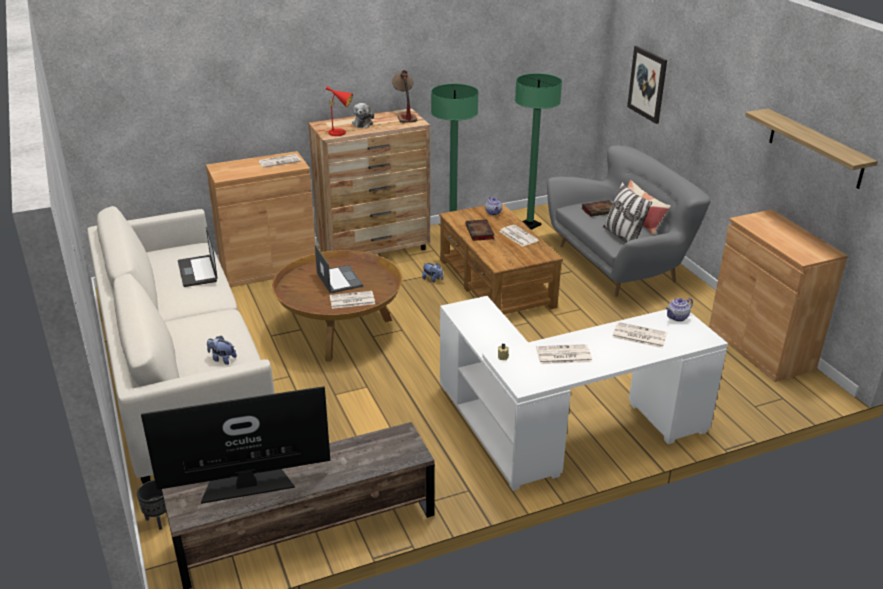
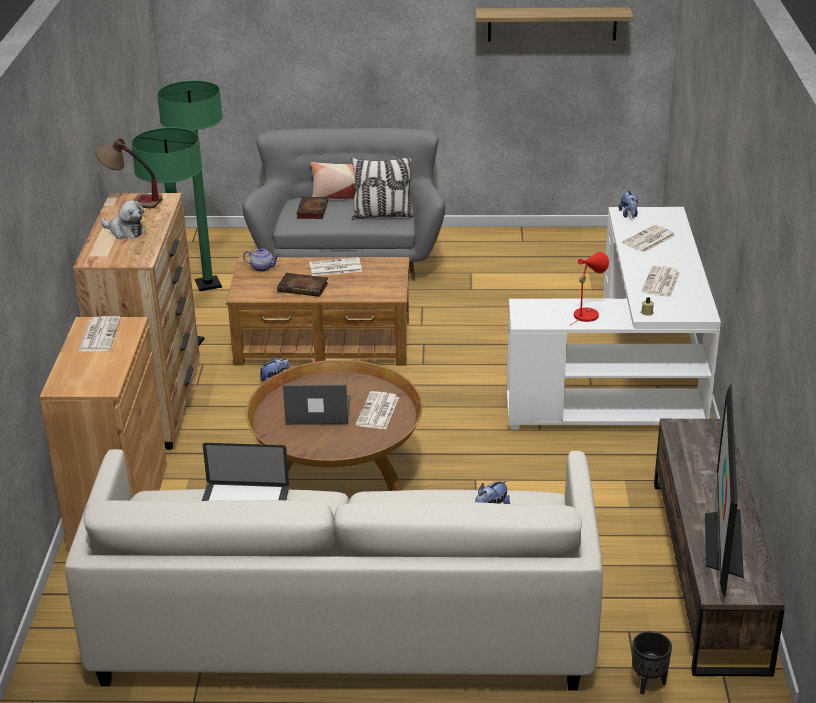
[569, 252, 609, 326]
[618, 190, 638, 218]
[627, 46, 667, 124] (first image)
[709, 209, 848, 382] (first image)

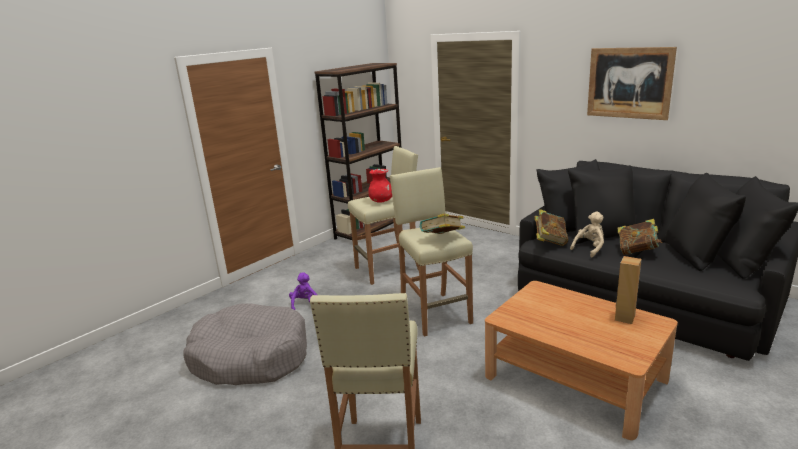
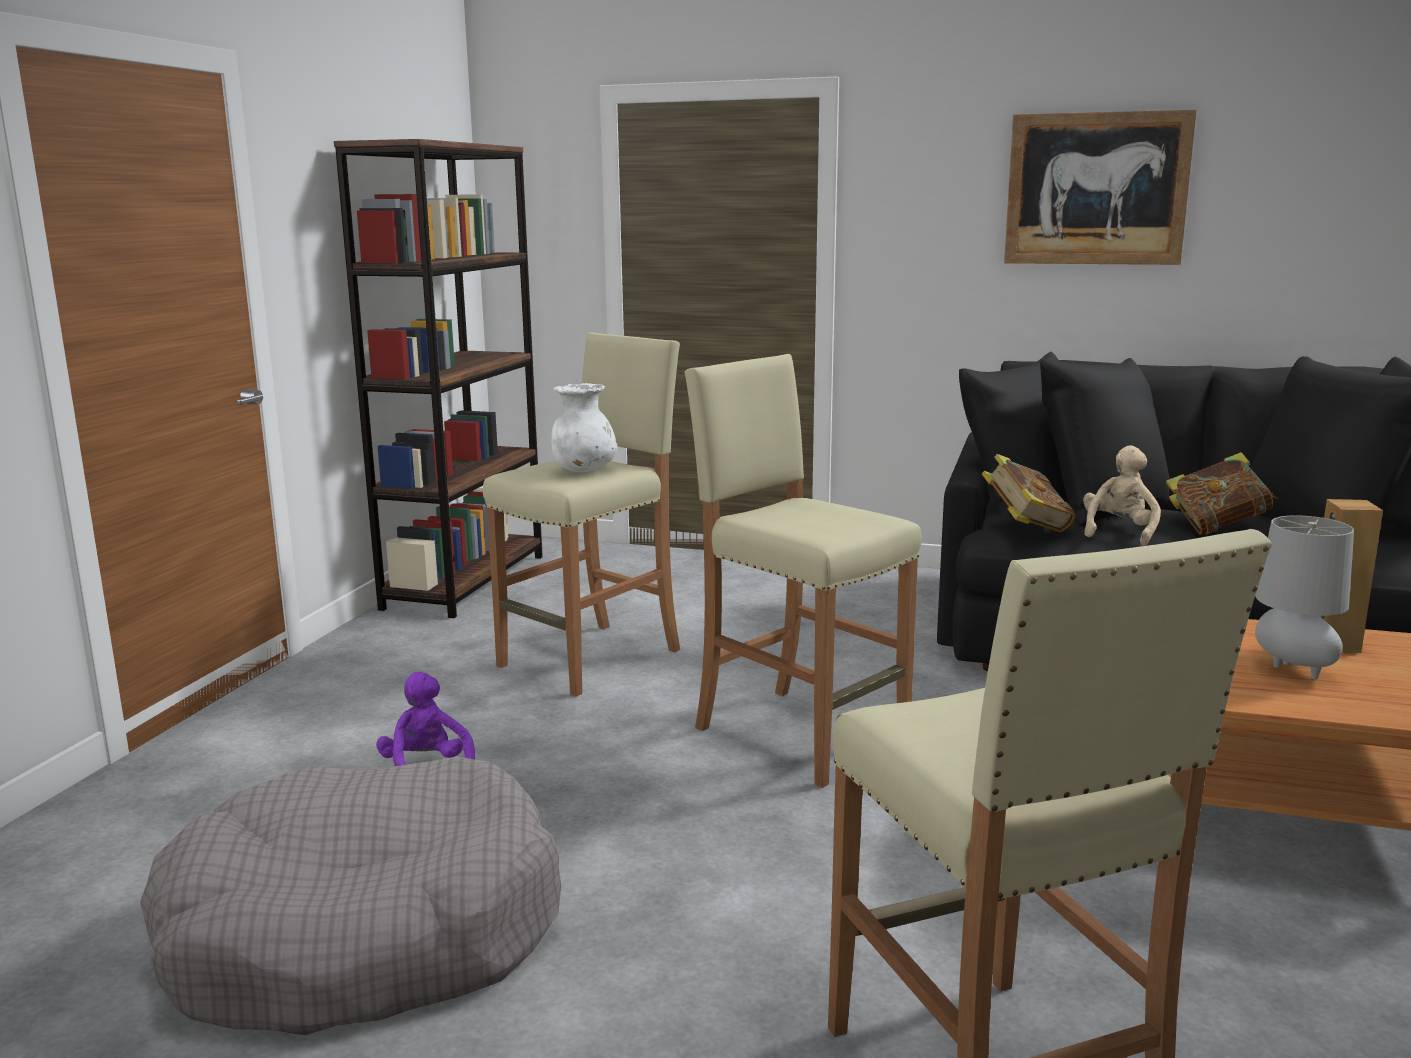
[551, 383, 618, 472]
[1255, 515, 1354, 679]
[420, 213, 465, 234] (first image)

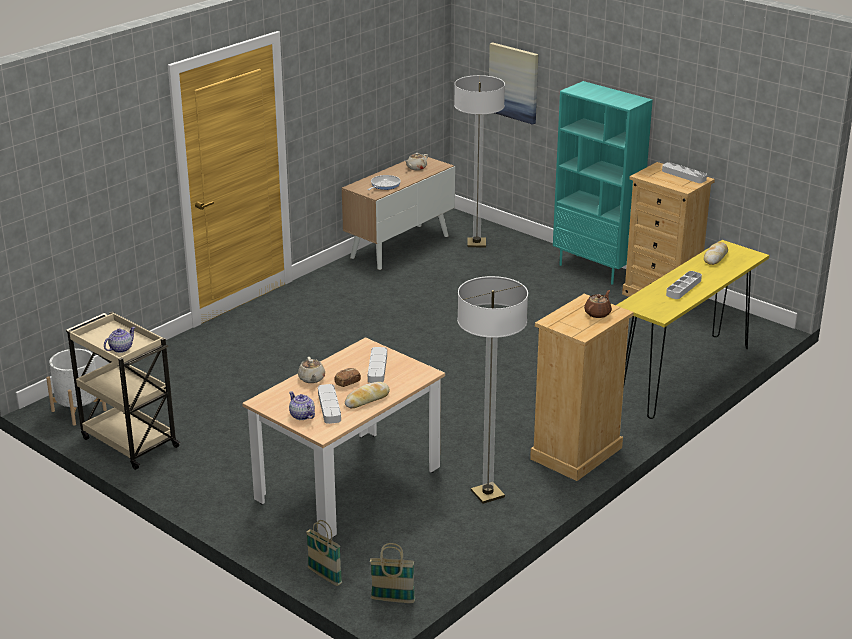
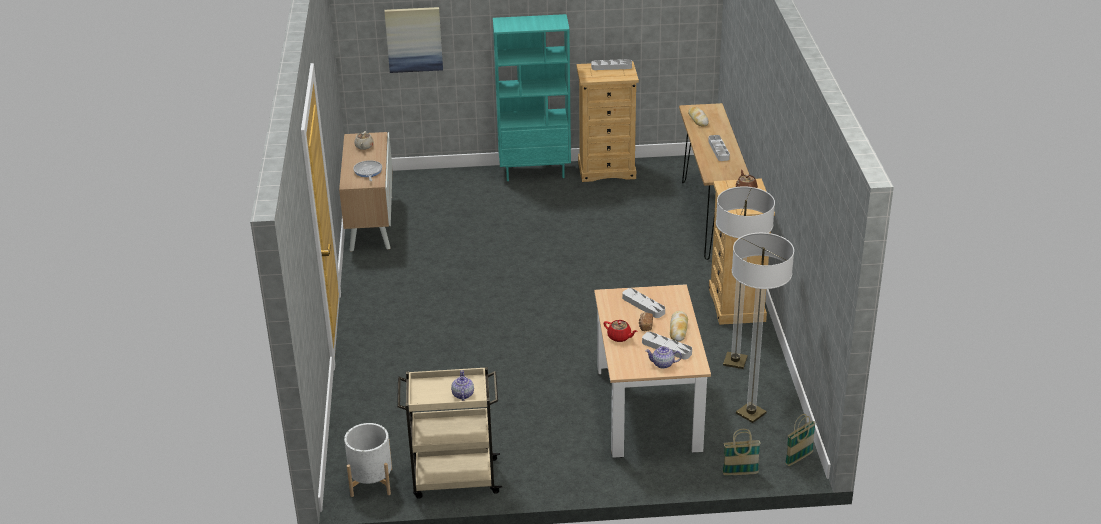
[603, 320, 638, 342]
[679, 103, 749, 260]
[732, 233, 794, 423]

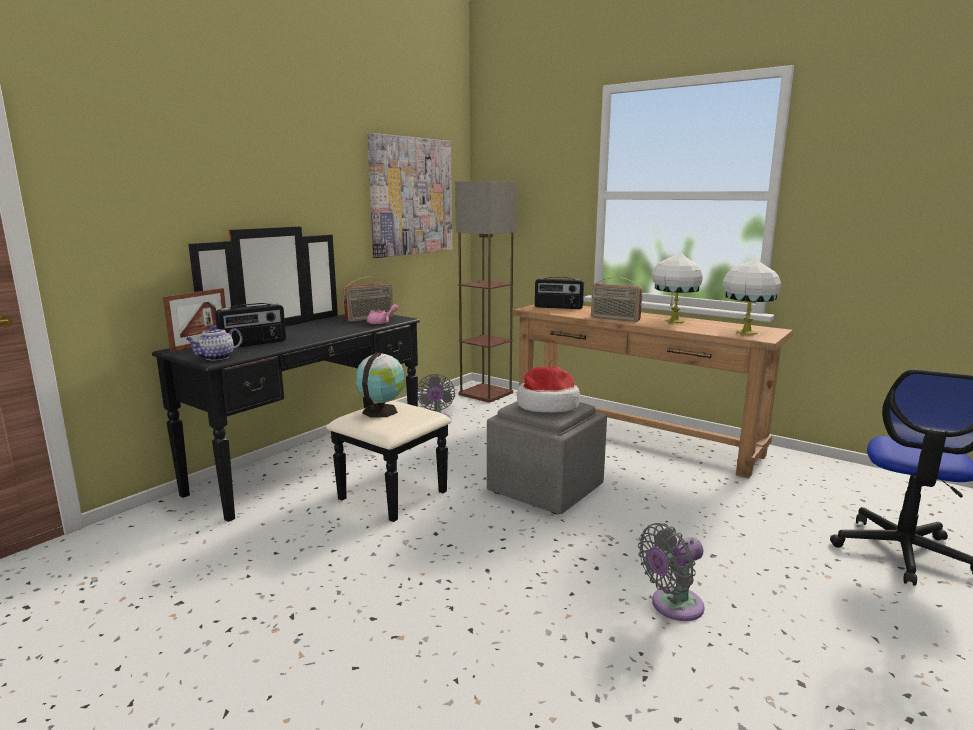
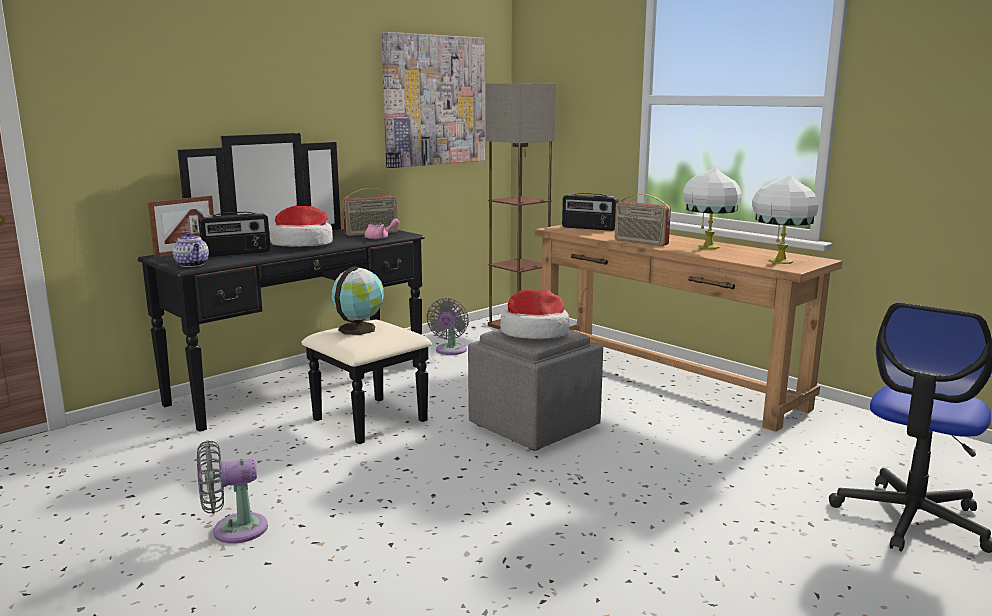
[172, 232, 209, 267]
[197, 440, 268, 544]
[269, 206, 333, 247]

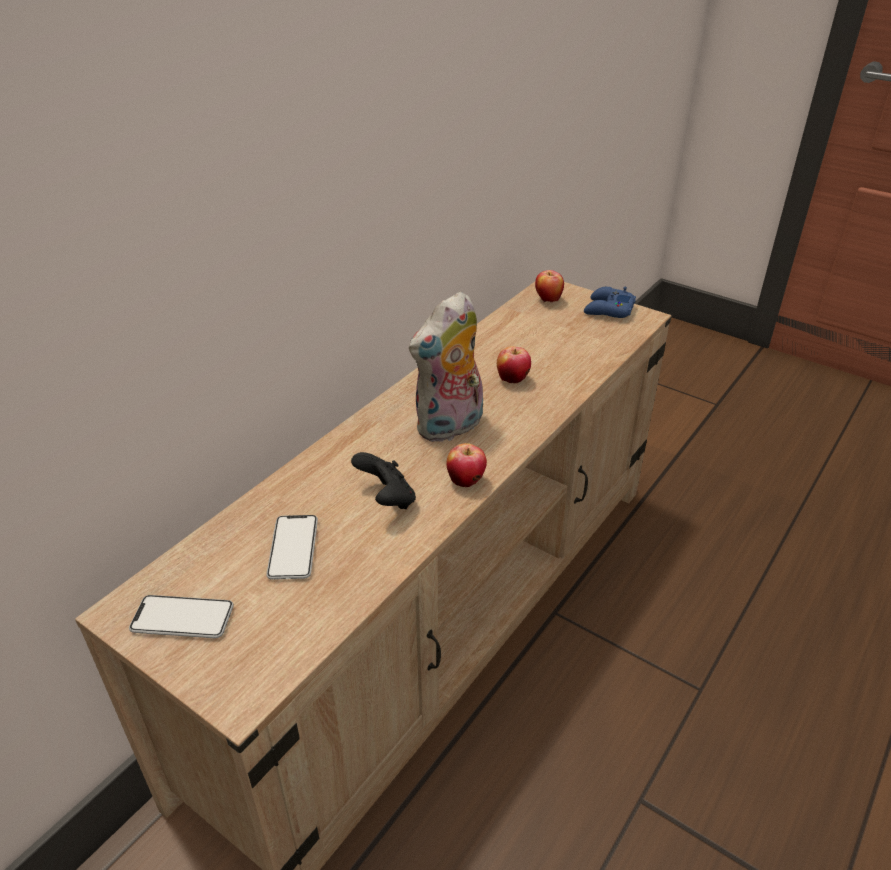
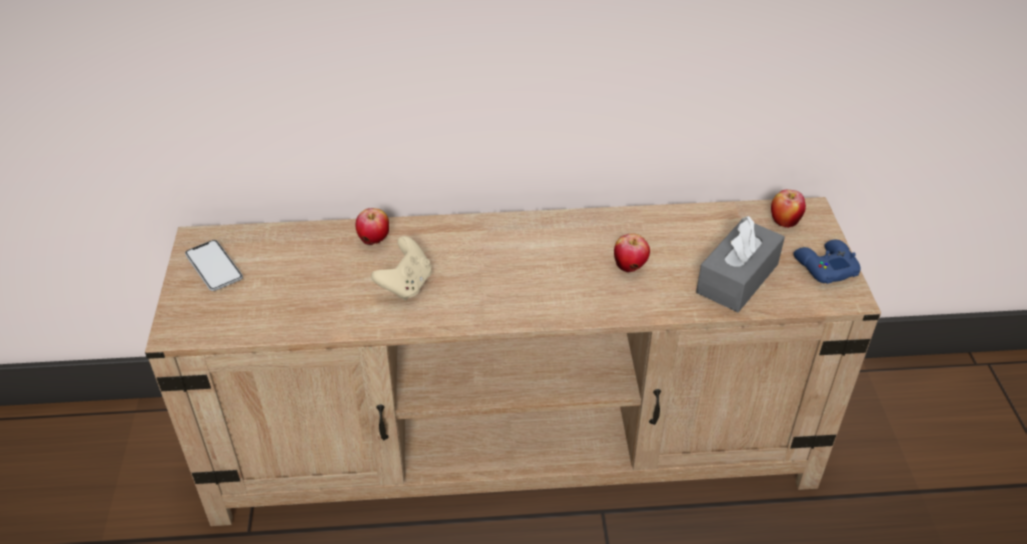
[356, 208, 389, 245]
[371, 236, 432, 301]
[696, 216, 785, 312]
[266, 515, 318, 580] (first image)
[409, 291, 483, 443] (first image)

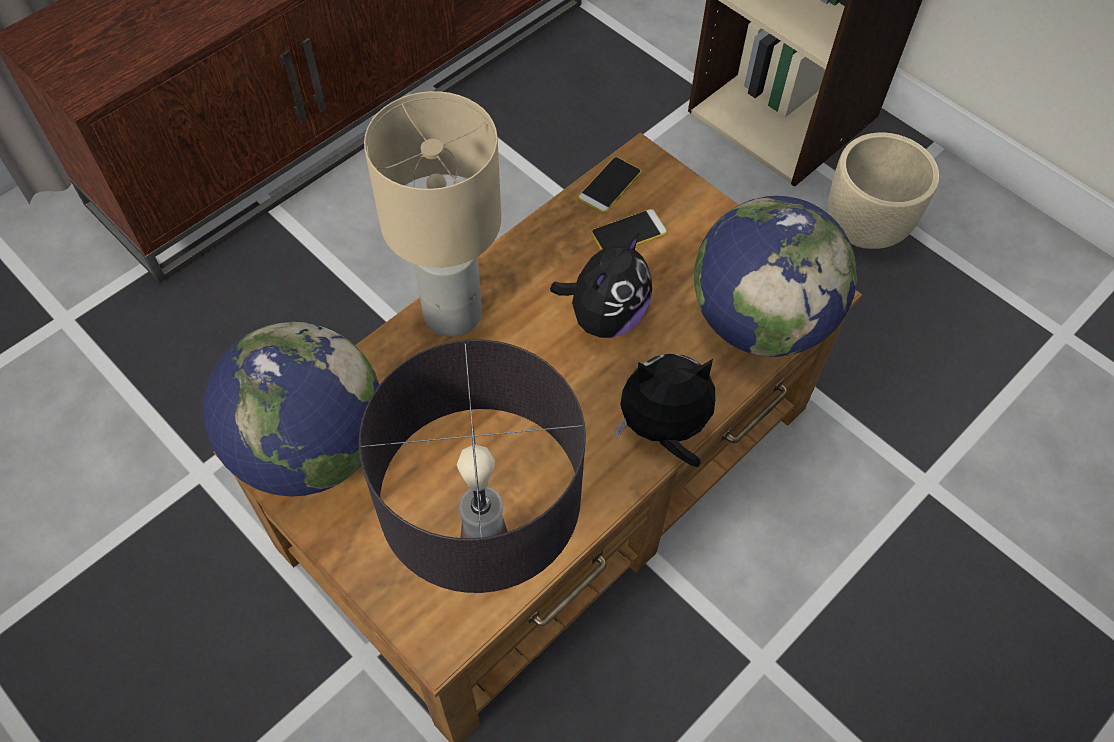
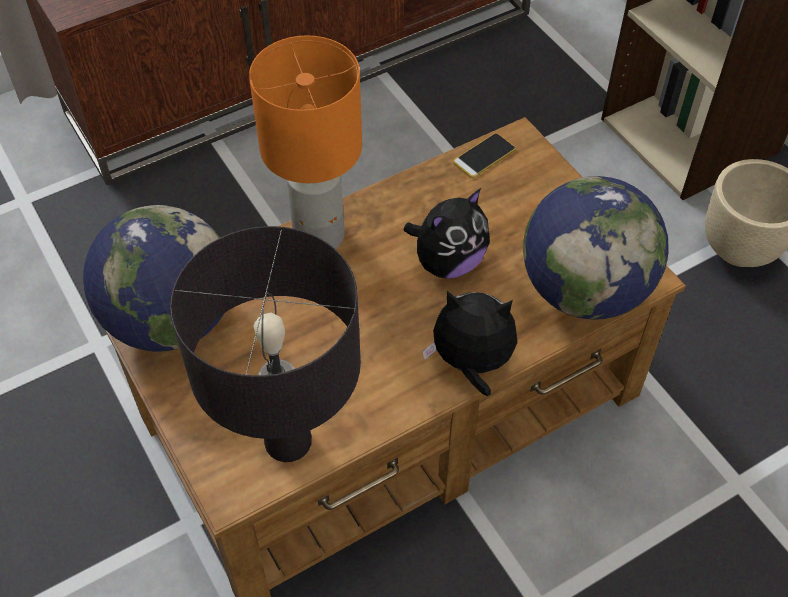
[249, 35, 362, 249]
[591, 209, 668, 250] (first image)

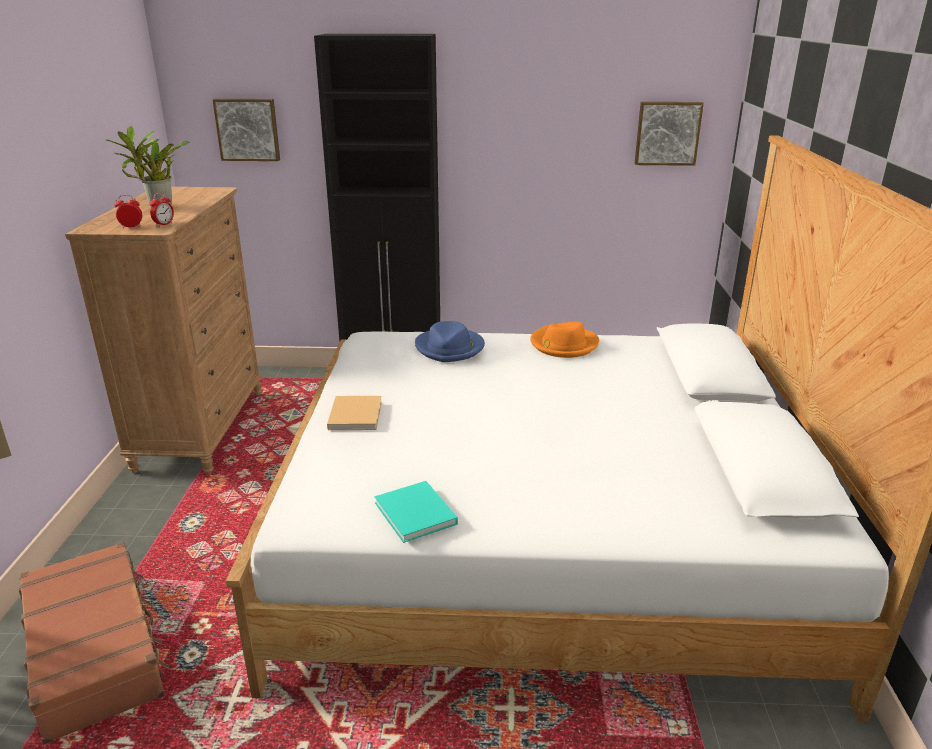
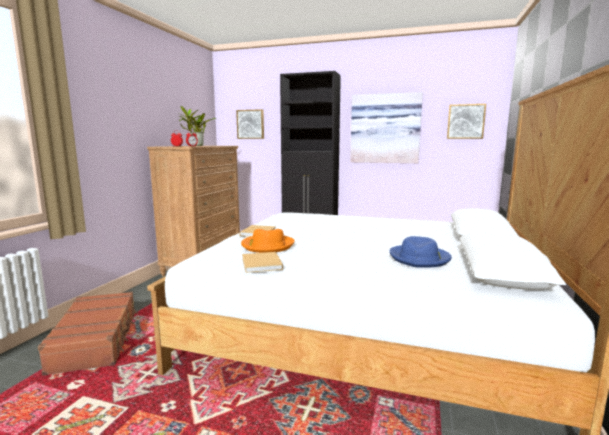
[241, 229, 295, 253]
[242, 252, 283, 273]
[350, 92, 423, 163]
[390, 236, 452, 268]

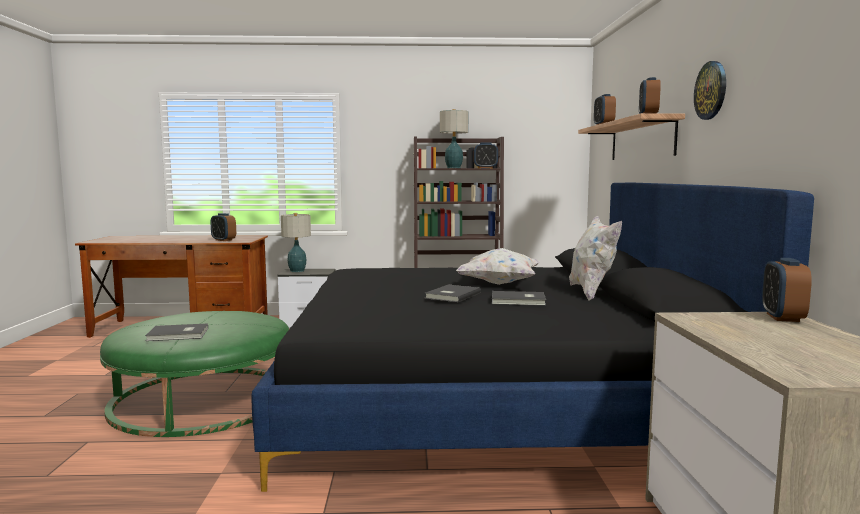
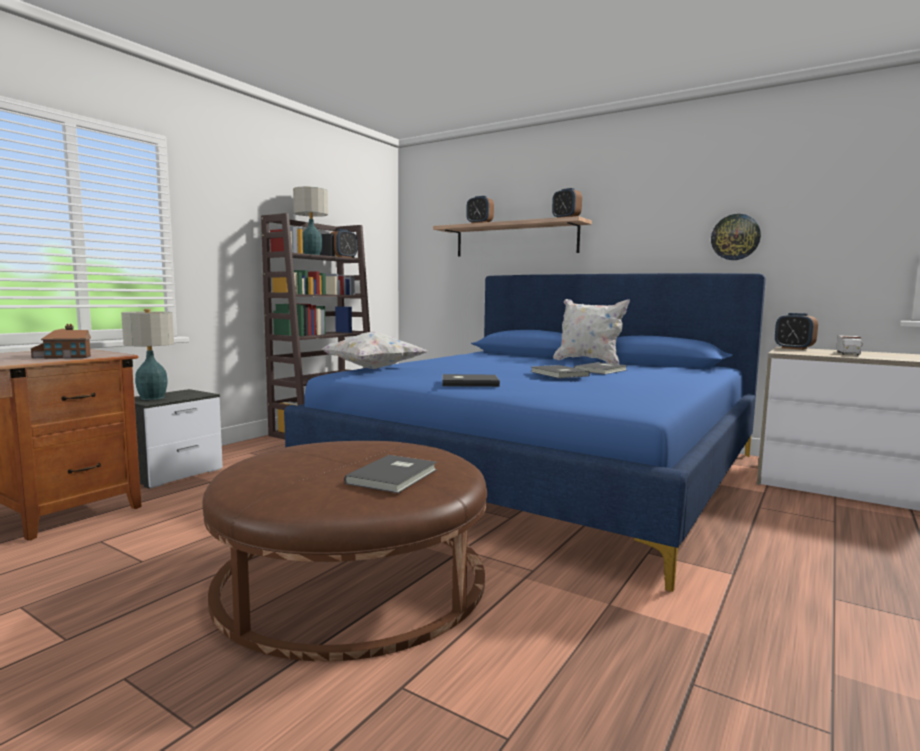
[31, 324, 91, 359]
[202, 441, 487, 661]
[284, 273, 766, 592]
[322, 331, 427, 369]
[442, 374, 500, 387]
[711, 214, 761, 260]
[836, 335, 863, 355]

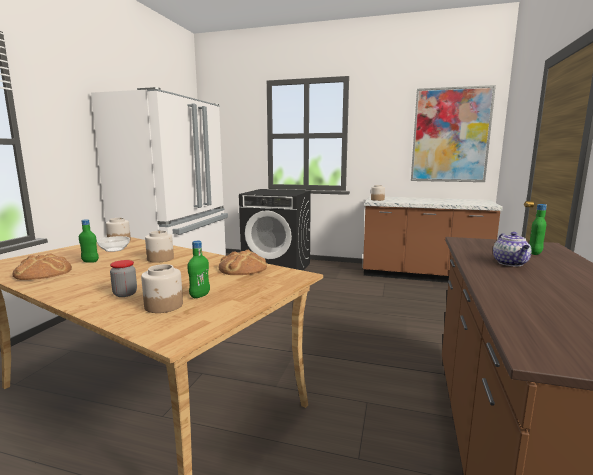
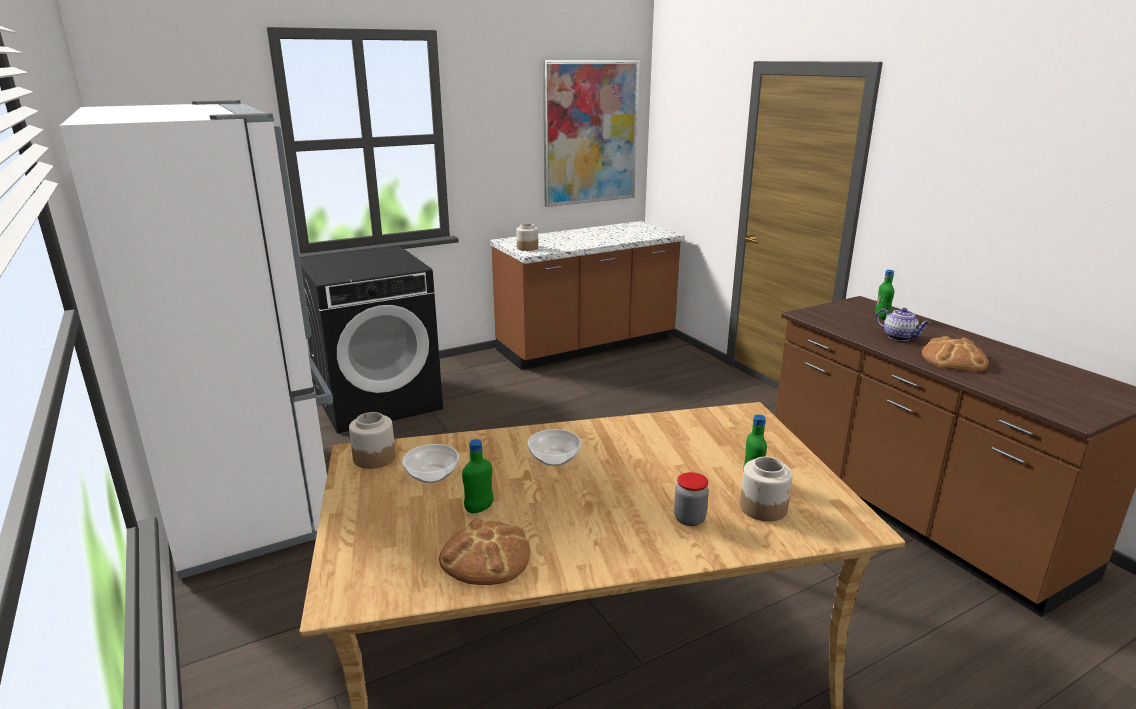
[528, 429, 581, 466]
[922, 336, 989, 372]

